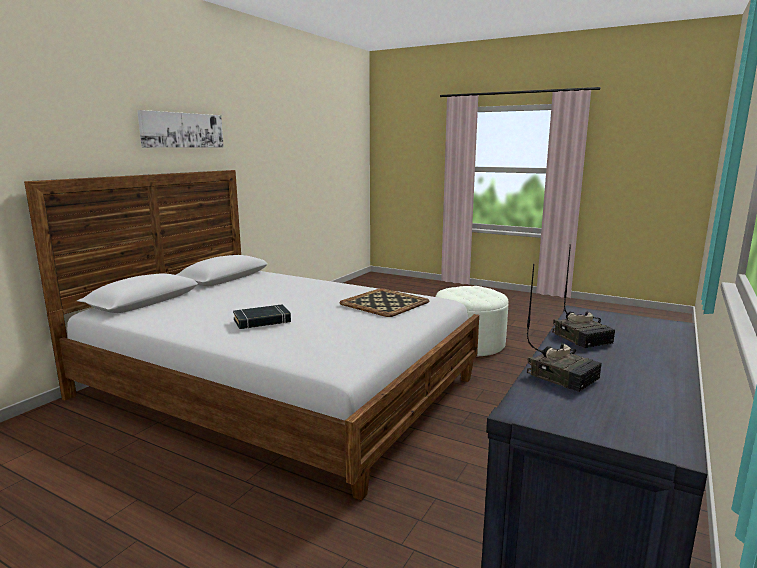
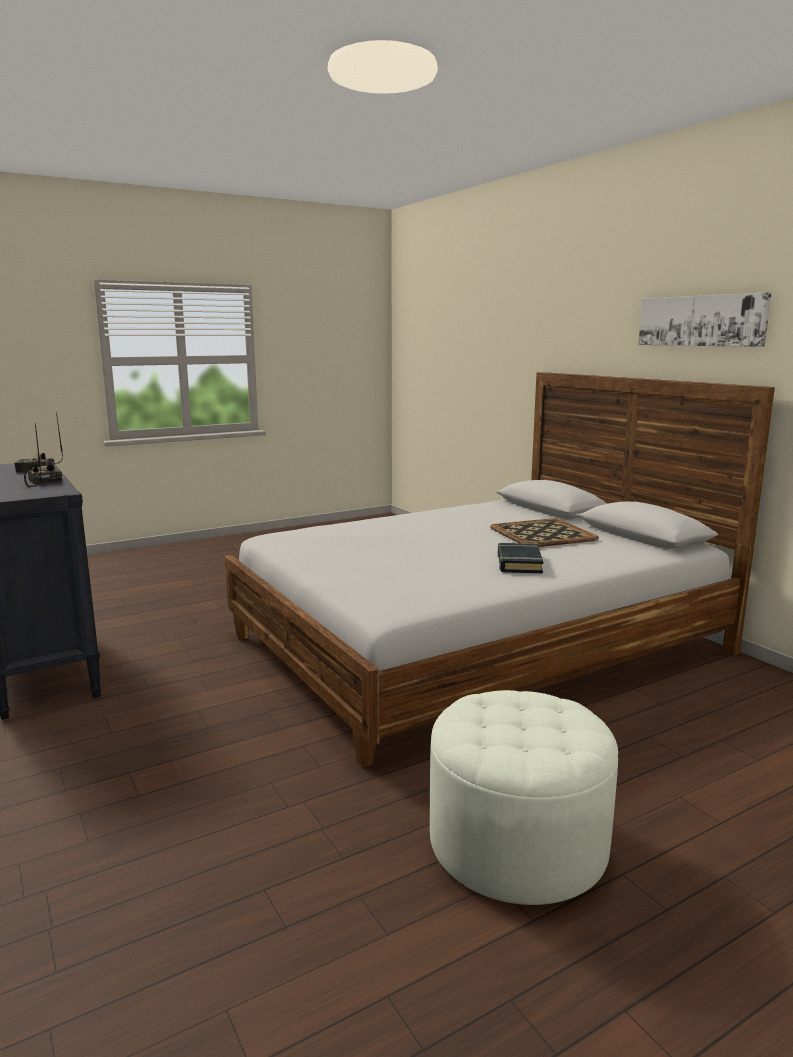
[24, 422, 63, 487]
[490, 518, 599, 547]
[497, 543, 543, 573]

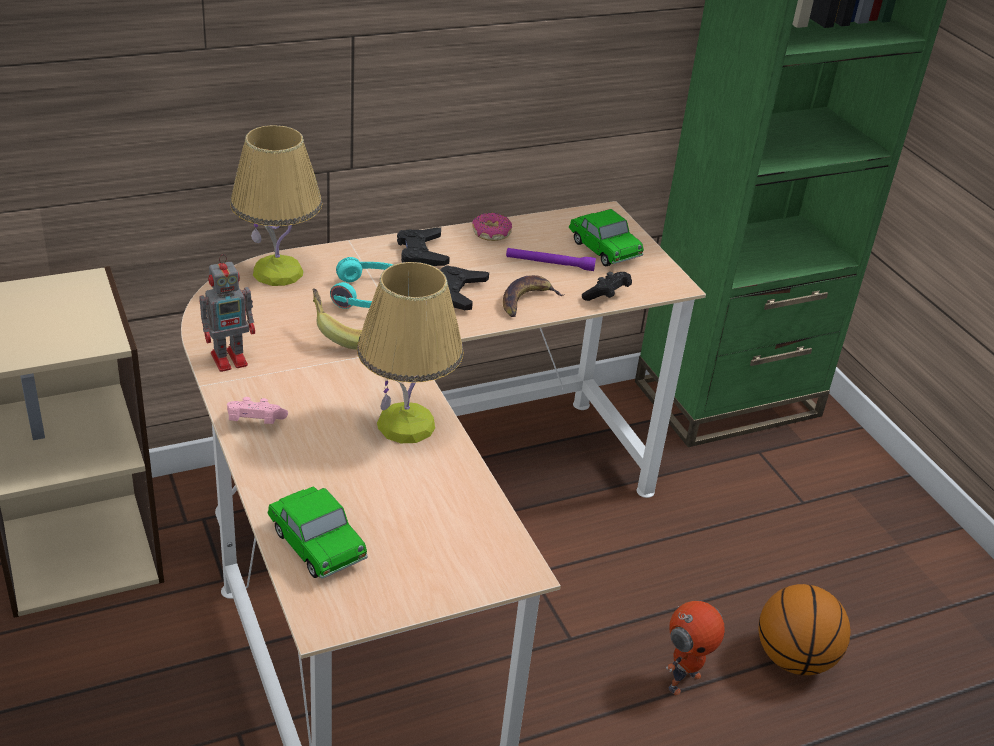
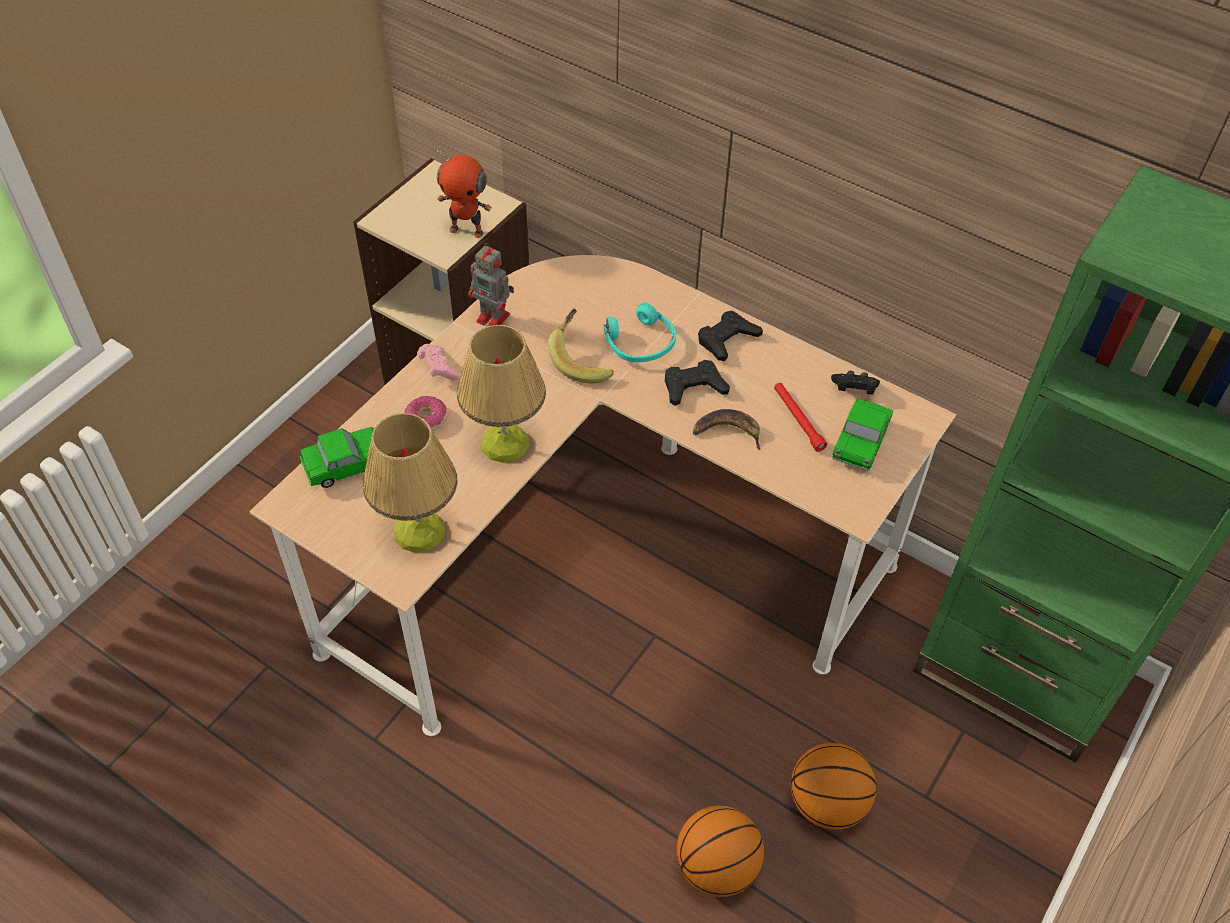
[299, 427, 374, 488]
[363, 413, 458, 552]
[405, 396, 447, 431]
[437, 146, 492, 238]
[774, 383, 827, 452]
[791, 743, 877, 830]
[831, 371, 880, 395]

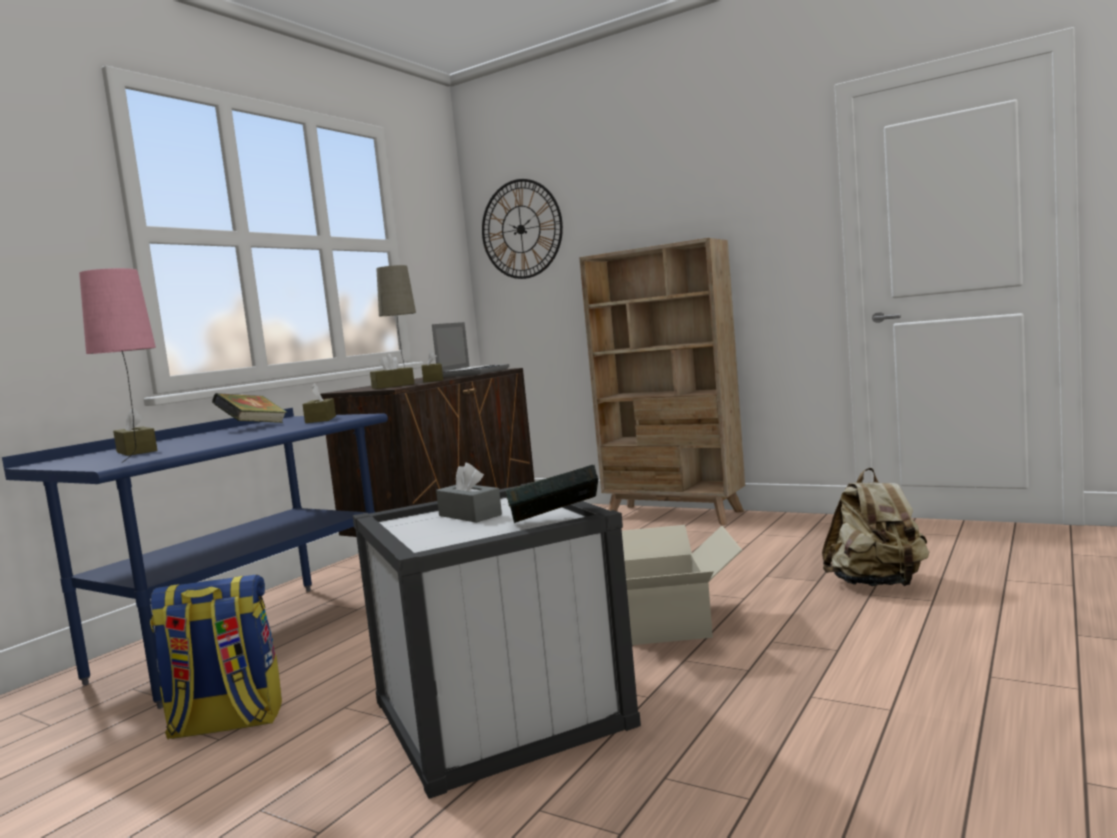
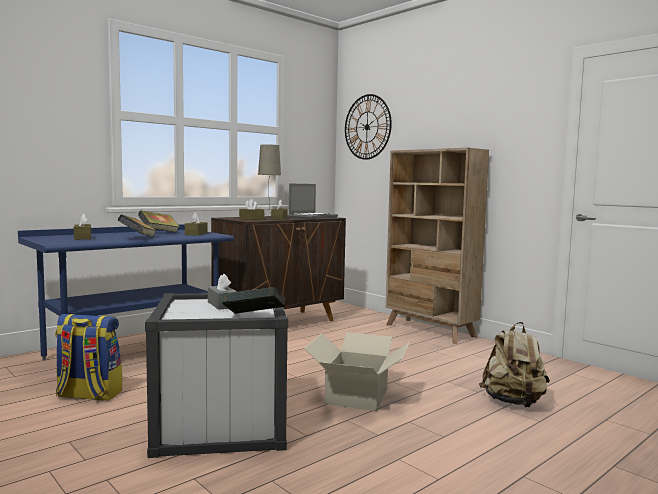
[118, 215, 157, 237]
[79, 268, 156, 463] (first image)

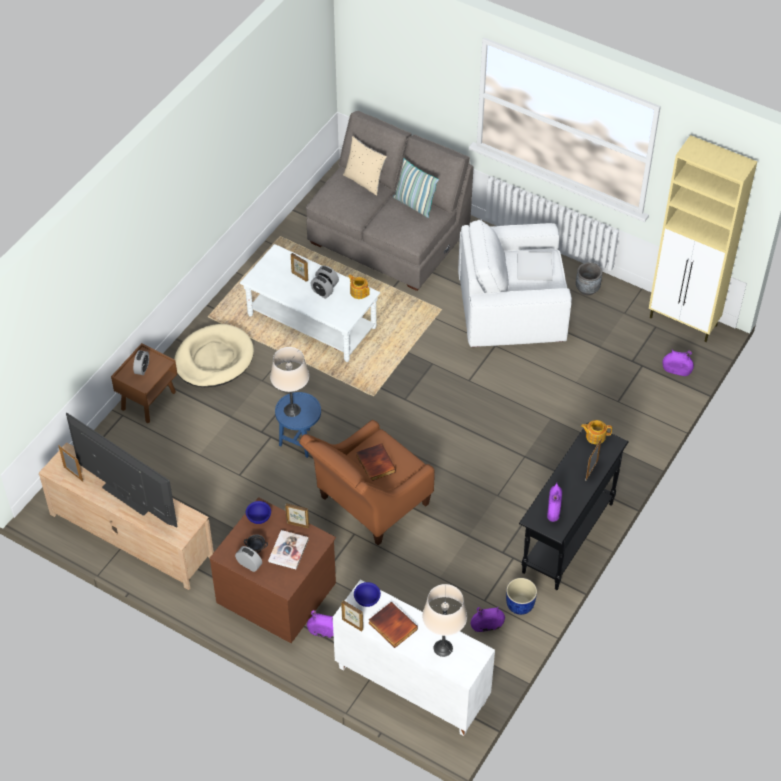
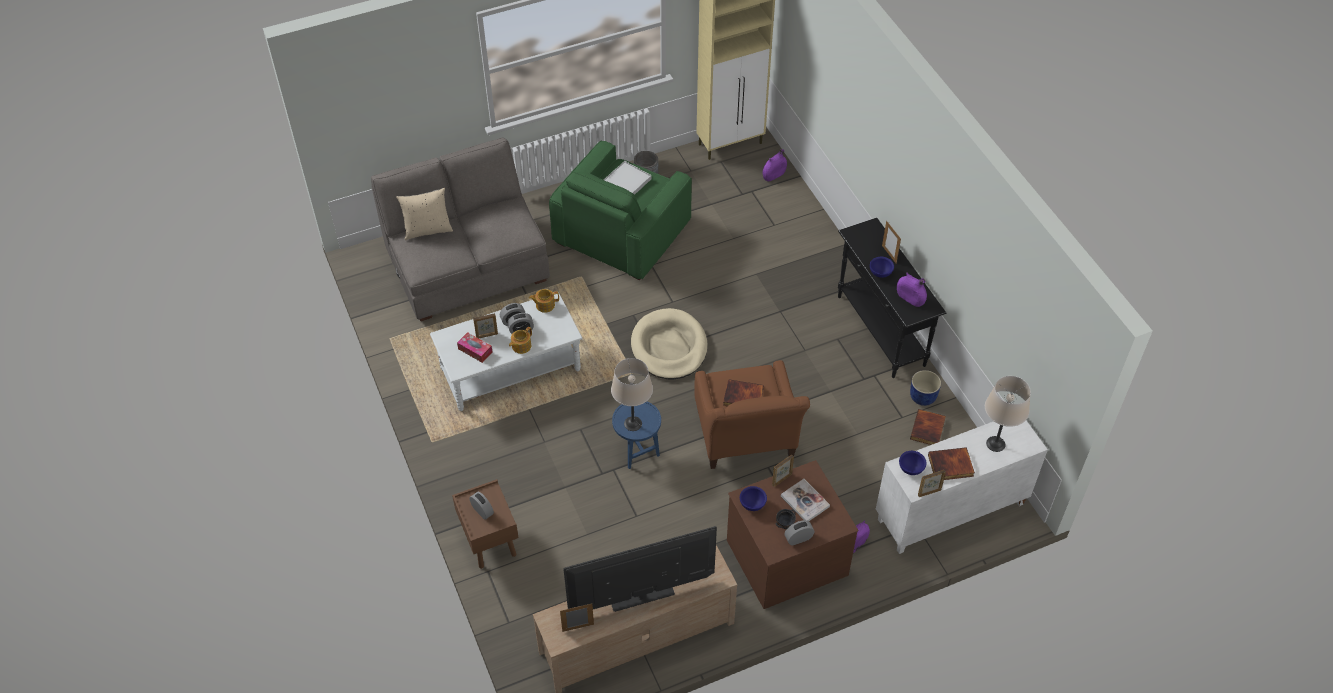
[457, 332, 492, 363]
[509, 327, 532, 354]
[549, 141, 692, 280]
[631, 308, 707, 380]
[870, 257, 894, 278]
[910, 409, 946, 445]
[393, 158, 439, 218] (first image)

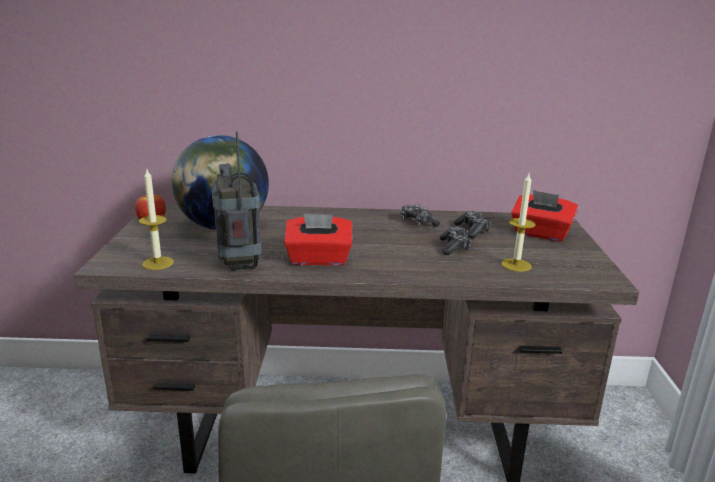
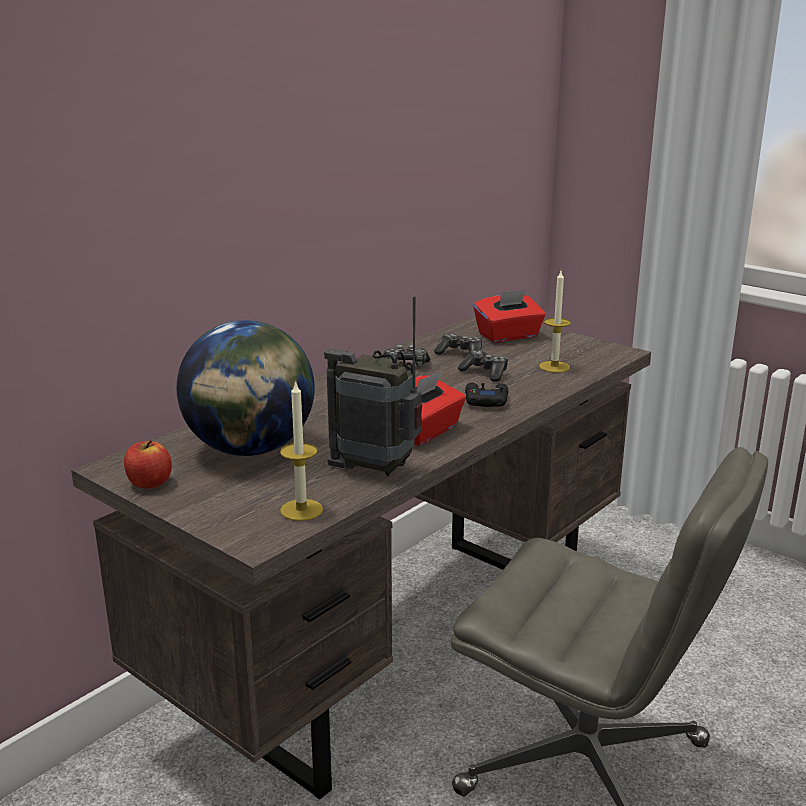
[465, 383, 508, 407]

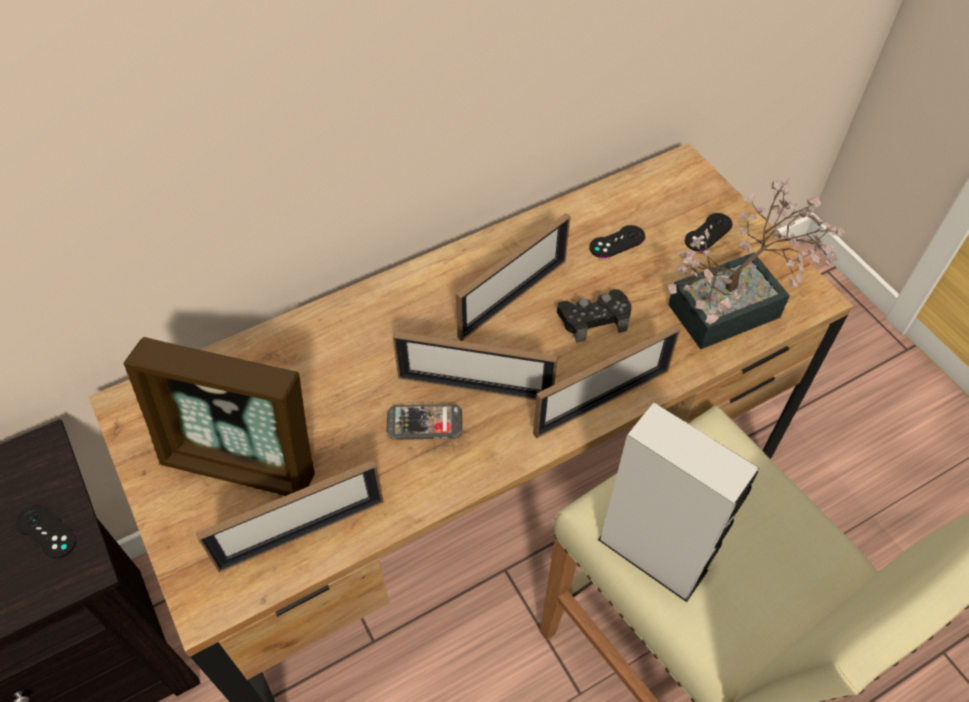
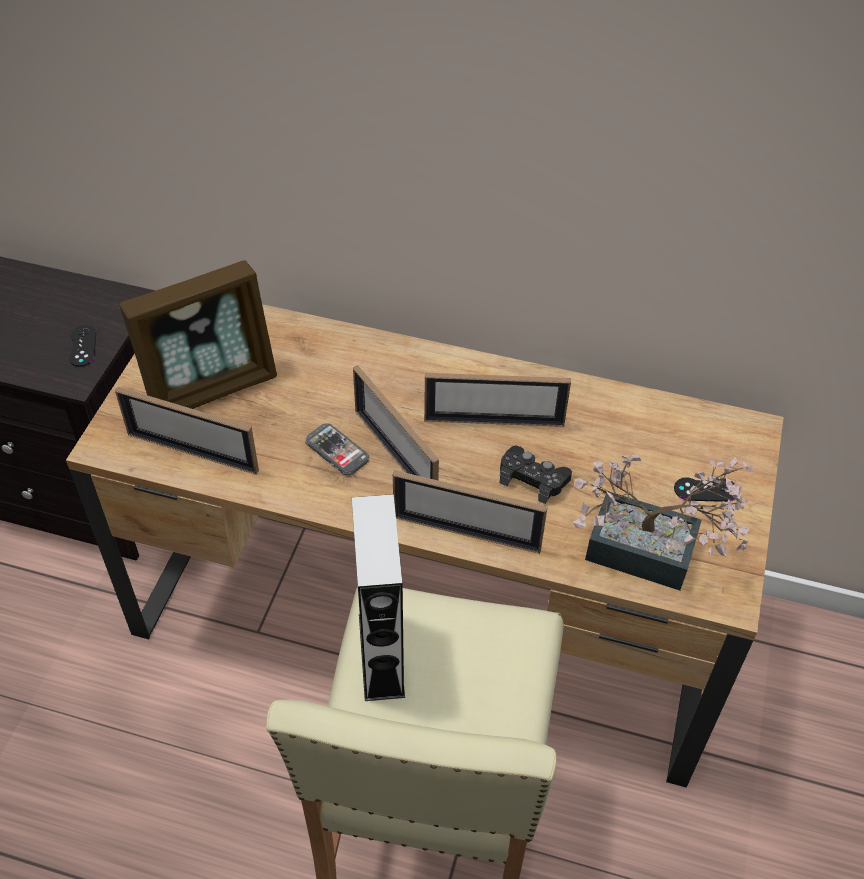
[119, 260, 277, 409]
[589, 225, 645, 258] (first image)

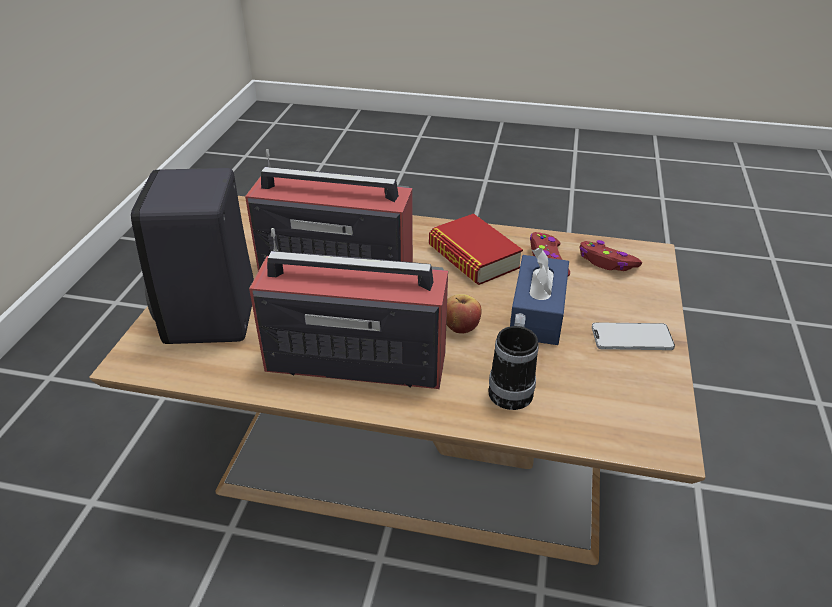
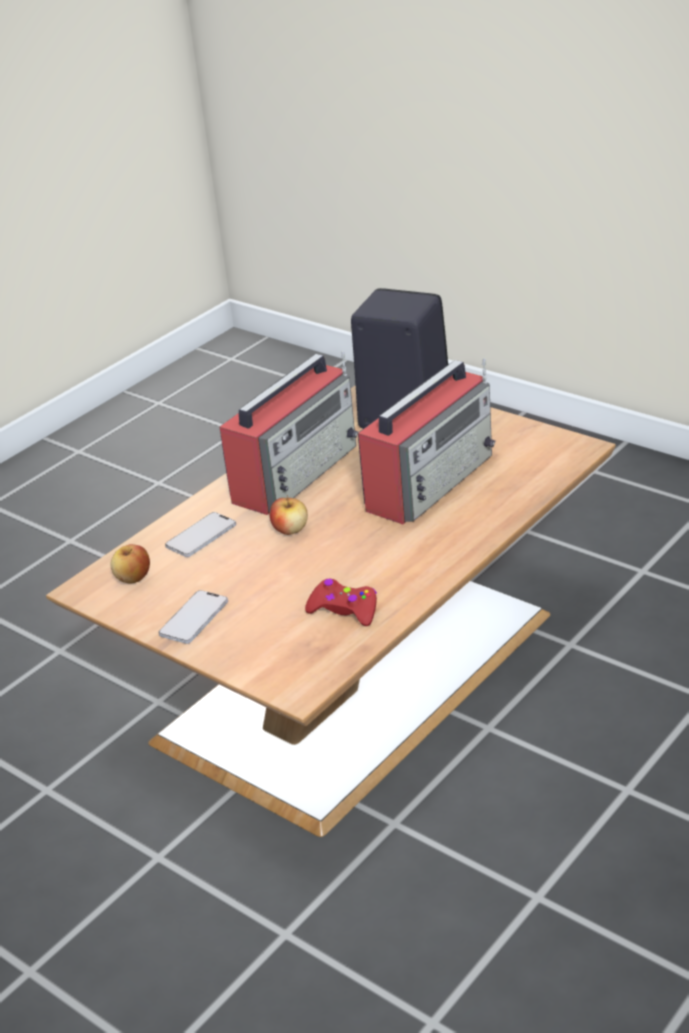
[110, 544, 150, 584]
[165, 512, 236, 557]
[429, 214, 523, 285] (first image)
[510, 248, 569, 345] (first image)
[580, 240, 642, 271] (first image)

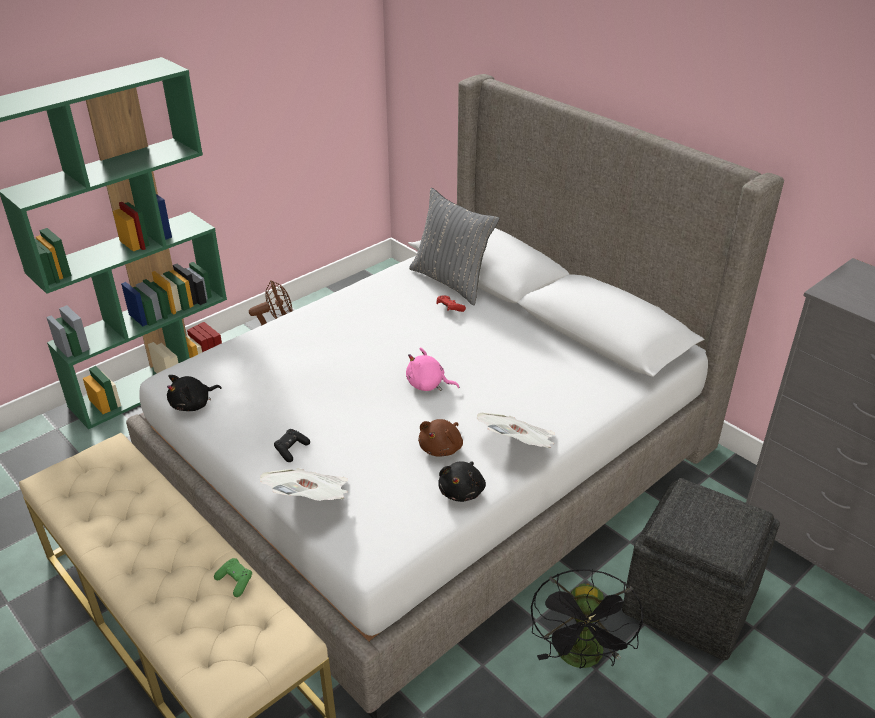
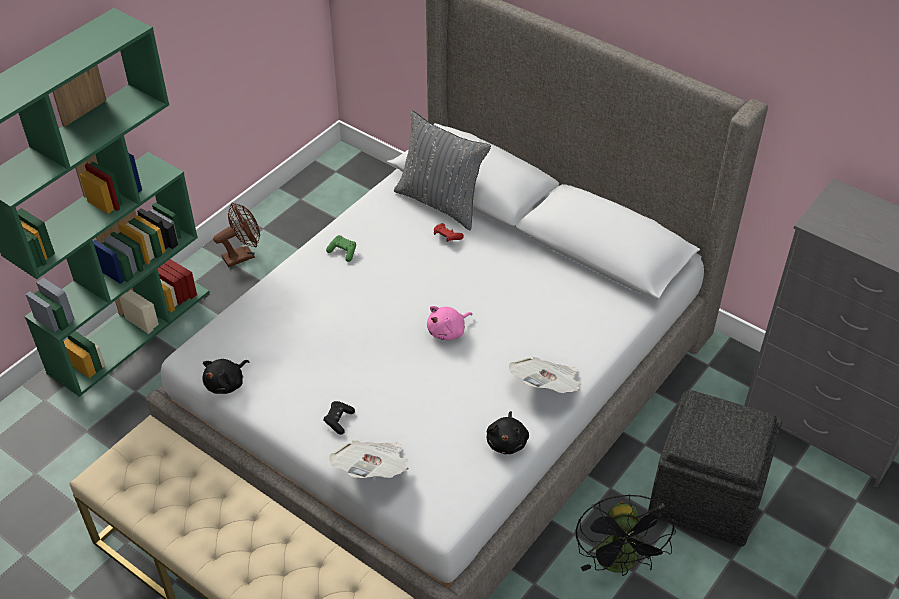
[326, 235, 356, 262]
[427, 306, 472, 340]
[418, 419, 463, 457] (first image)

